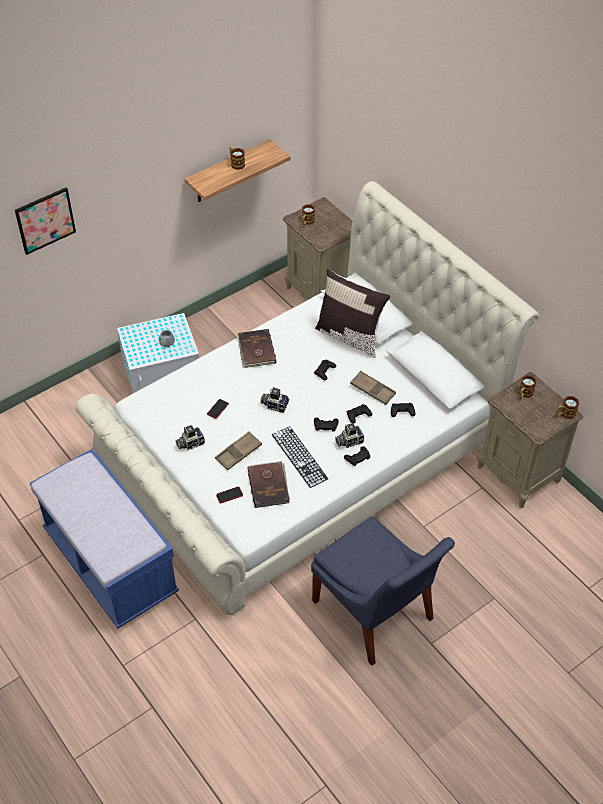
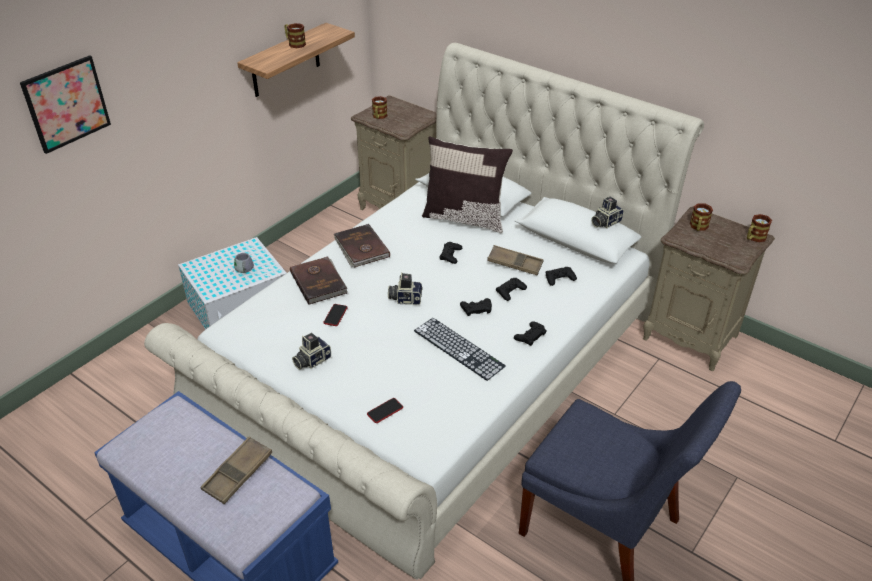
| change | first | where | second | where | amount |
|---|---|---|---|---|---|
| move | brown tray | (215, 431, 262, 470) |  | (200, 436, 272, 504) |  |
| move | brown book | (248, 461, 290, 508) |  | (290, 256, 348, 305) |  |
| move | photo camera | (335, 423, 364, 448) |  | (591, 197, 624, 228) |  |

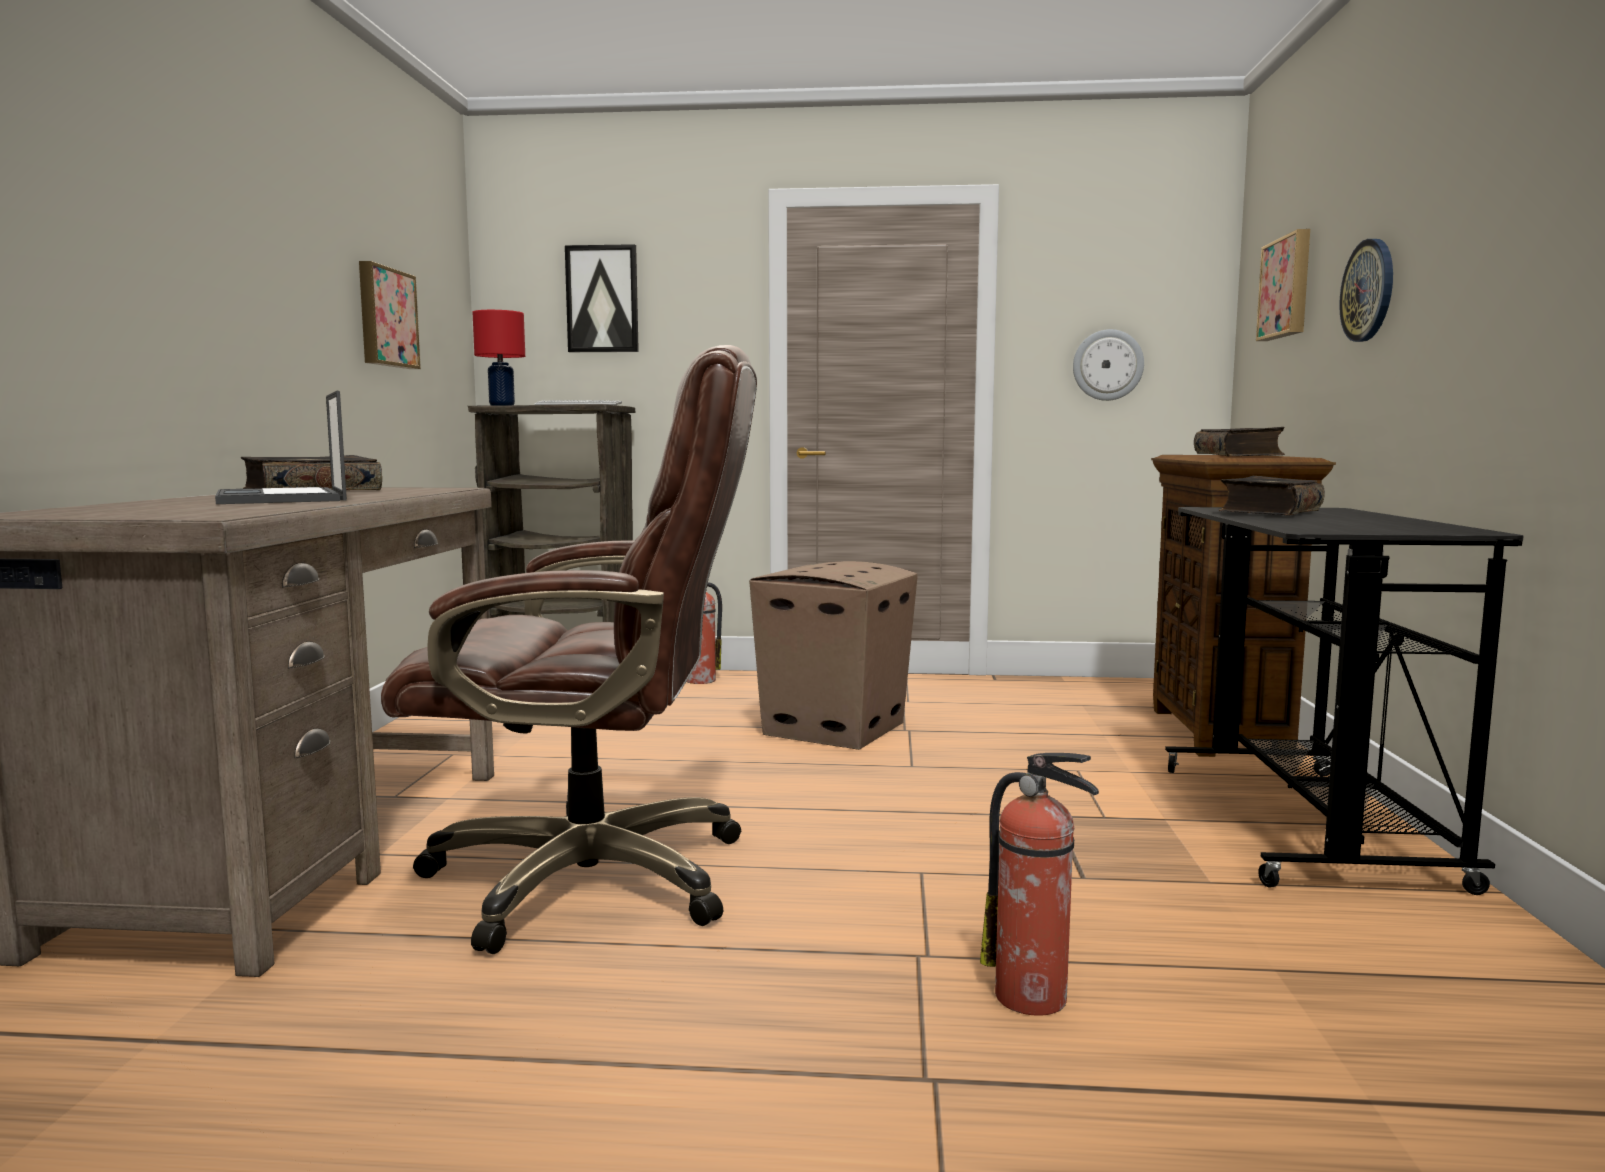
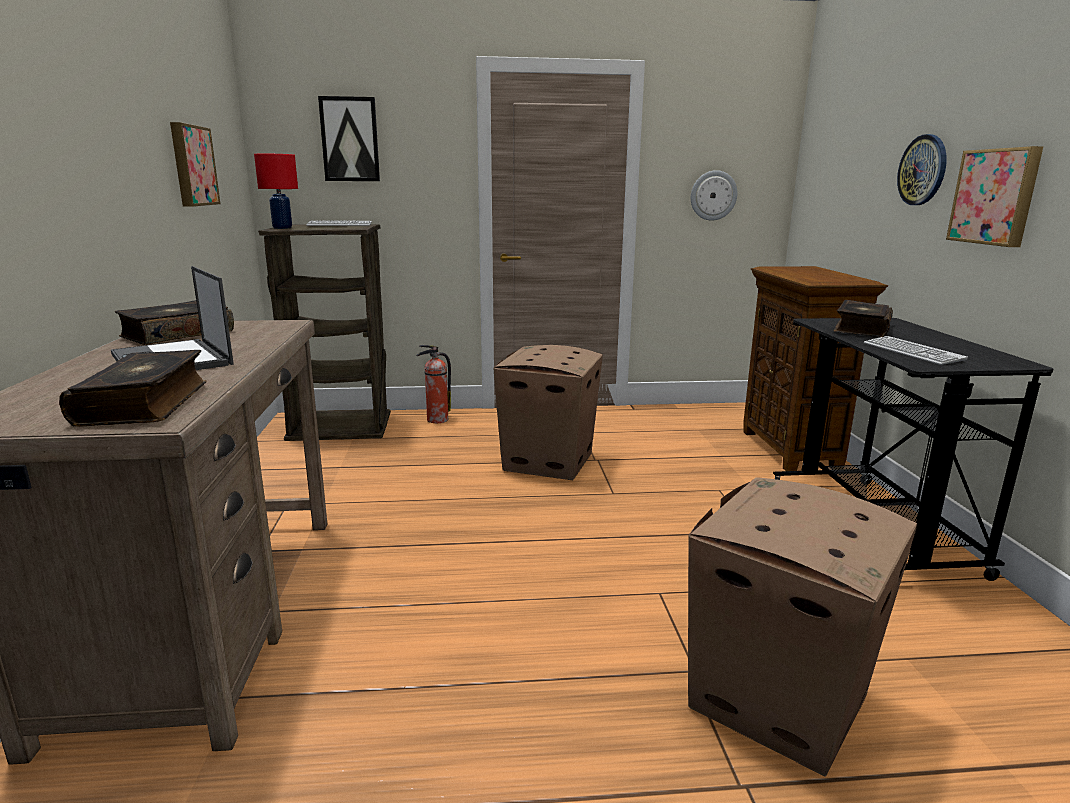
| change | first | where | second | where | amount |
|---|---|---|---|---|---|
| move | book | (1194, 427, 1285, 456) |  | (59, 350, 207, 427) |  |
| replace | fire extinguisher | (980, 753, 1099, 1016) | cardboard box | (688, 477, 917, 776) |  |
| insert |  |  | keyboard | (864, 336, 968, 365) |  |
| move | picture | (1256, 229, 1310, 341) |  | (946, 146, 1044, 247) |  |
| delete | brown office chair | (381, 345, 757, 954) |  |  |  |

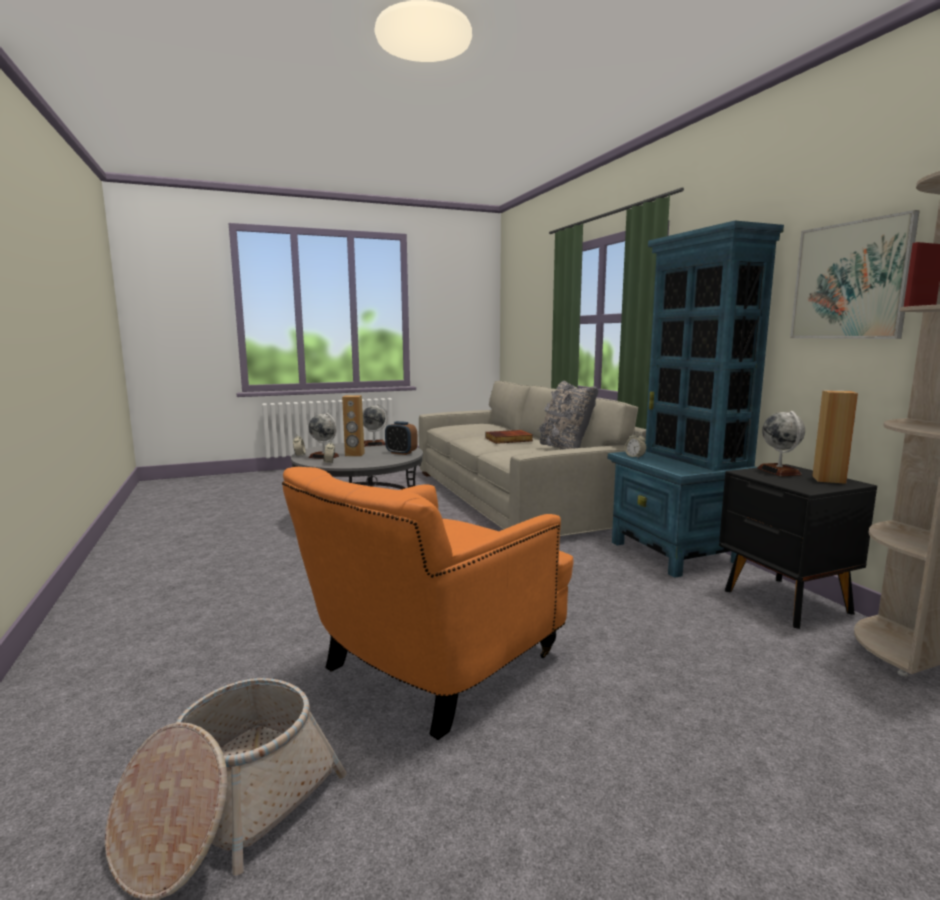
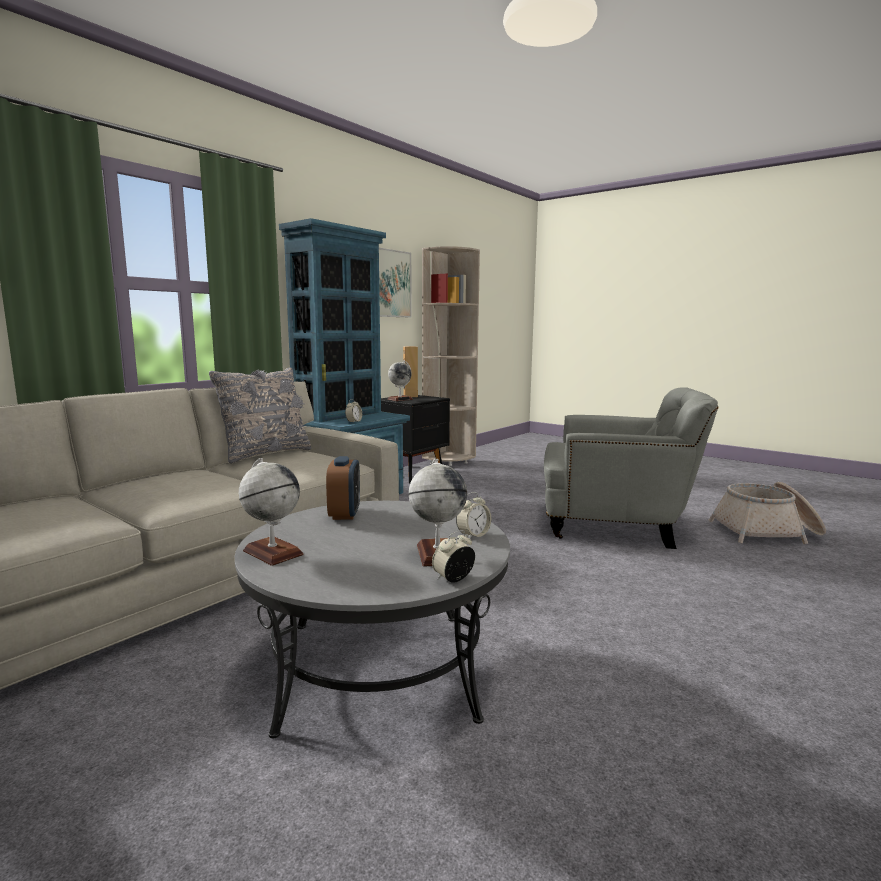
| change | first | where | second | where | amount |
|---|---|---|---|---|---|
| recolor | orange armchair | (282, 467, 574, 740) | grey armchair | (544, 387, 719, 549) |  |
| delete | brown speaker | (342, 395, 365, 456) |  |  |  |
| delete | book | (485, 430, 533, 444) |  |  |  |

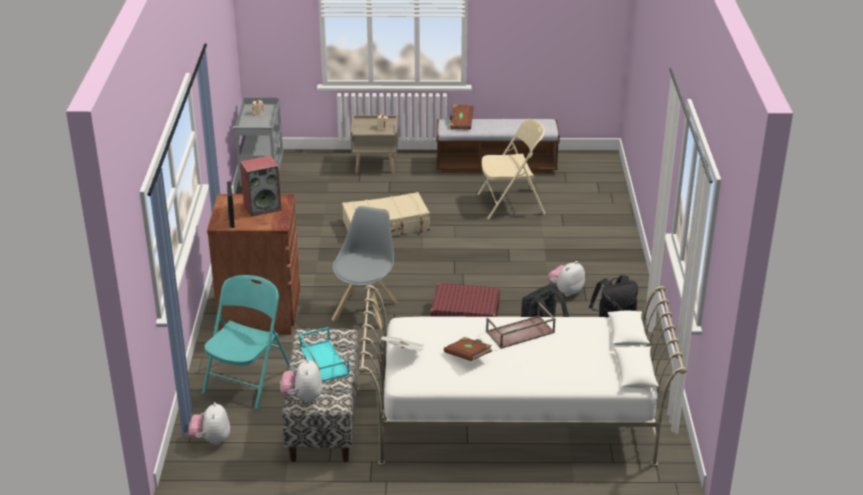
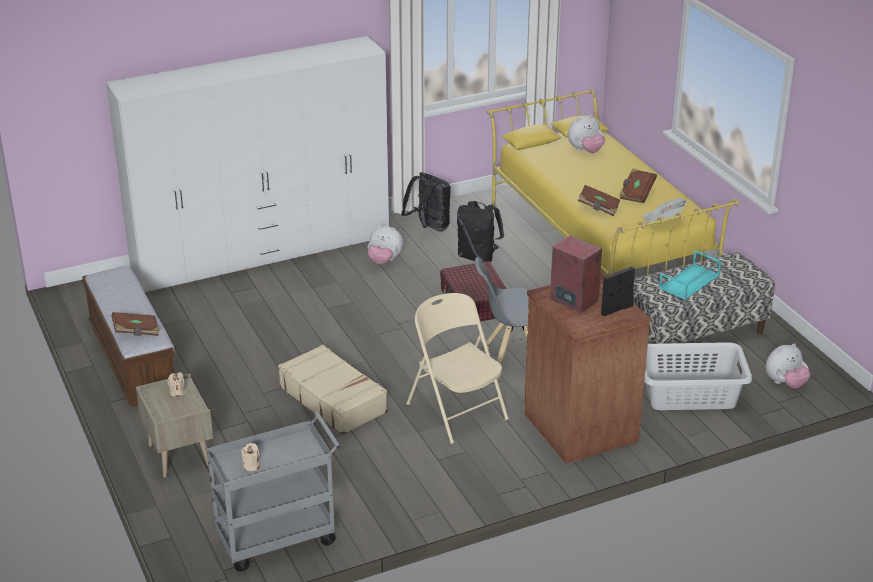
| change | first | where | second | where | amount |
|---|---|---|---|---|---|
| insert |  |  | white wardrobe | (106, 36, 389, 292) |  |
| move | beige chair | (477, 119, 545, 220) |  | (406, 293, 509, 444) |  |
| recolor | white bed | (358, 285, 687, 466) | yellow bed | (487, 89, 739, 276) |  |
| move | plush toy | (280, 358, 323, 403) |  | (568, 115, 605, 153) |  |
| insert |  |  | brown book | (578, 185, 620, 216) |  |
| replace | turquoise chair | (202, 275, 290, 410) | grey laundry basket | (644, 342, 752, 410) |  |
| delete | brown tray | (486, 303, 556, 349) |  |  |  |

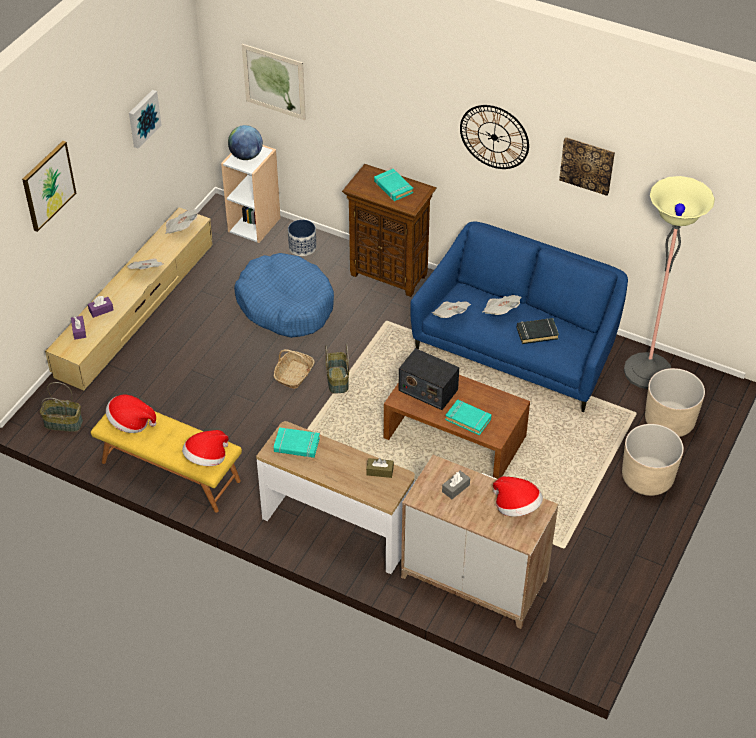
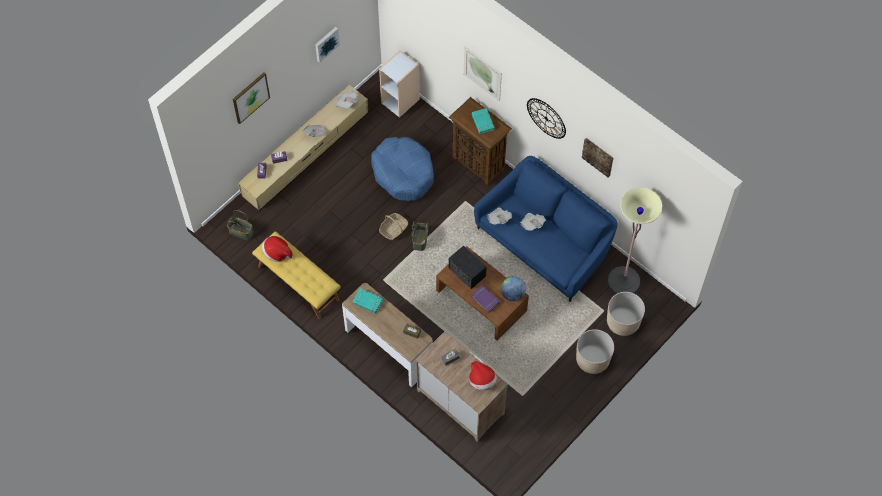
| change | first | where | second | where | amount |
|---|---|---|---|---|---|
| move | picture | (242, 44, 306, 120) |  | (464, 47, 502, 101) |  |
| recolor | turquoise book | (445, 400, 491, 435) | purple book | (471, 285, 500, 313) |  |
| move | globe | (228, 125, 263, 160) |  | (501, 276, 526, 301) |  |
| delete | hat | (182, 430, 229, 466) |  |  |  |
| delete | planter | (288, 219, 317, 256) |  |  |  |
| delete | black book | (517, 318, 559, 344) |  |  |  |

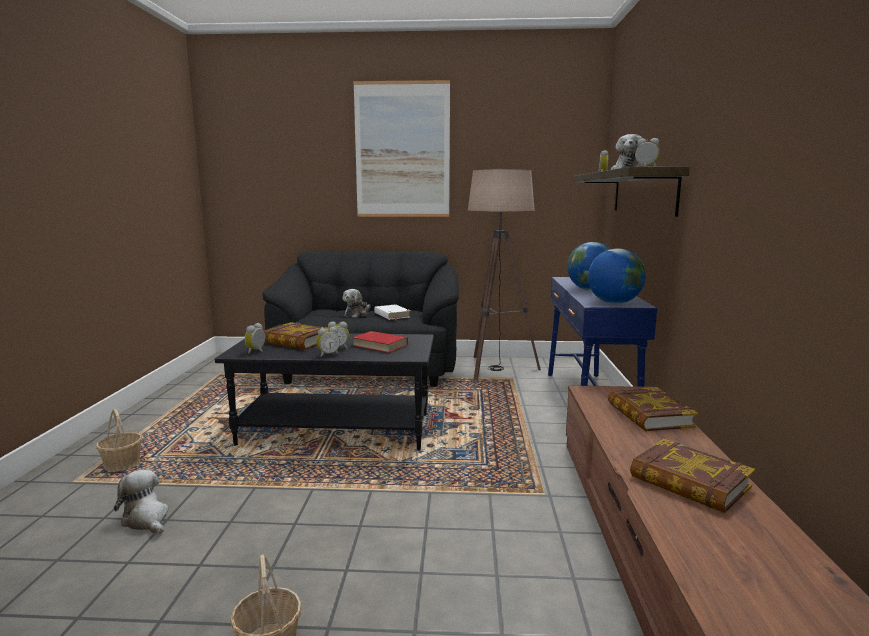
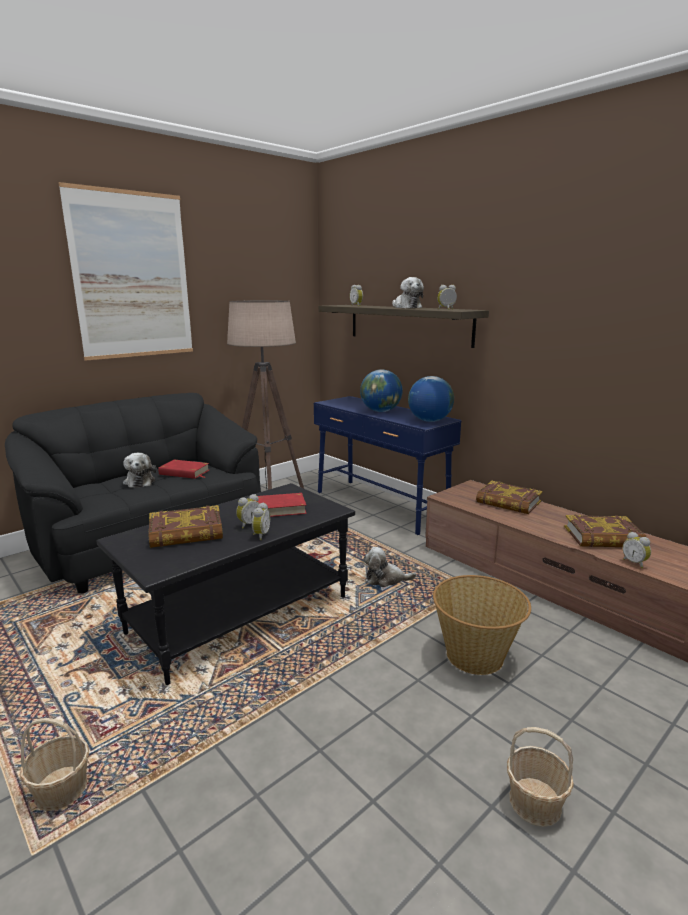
| change | first | where | second | where | amount |
|---|---|---|---|---|---|
| recolor | white book | (374, 304, 410, 320) | red book | (158, 460, 209, 479) |  |
| move | plush toy | (114, 469, 169, 535) |  | (364, 547, 417, 587) |  |
| insert |  |  | basket | (433, 575, 531, 675) |  |
| move | alarm clock | (245, 323, 265, 353) |  | (623, 532, 651, 568) |  |

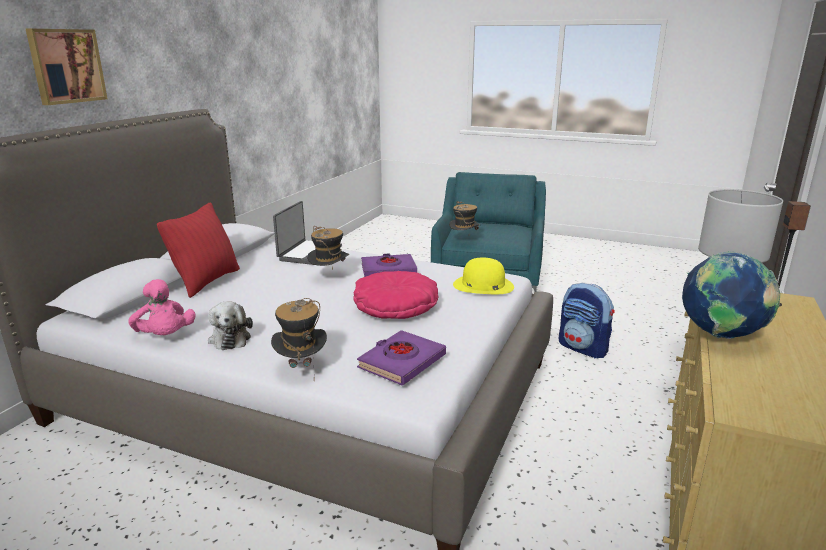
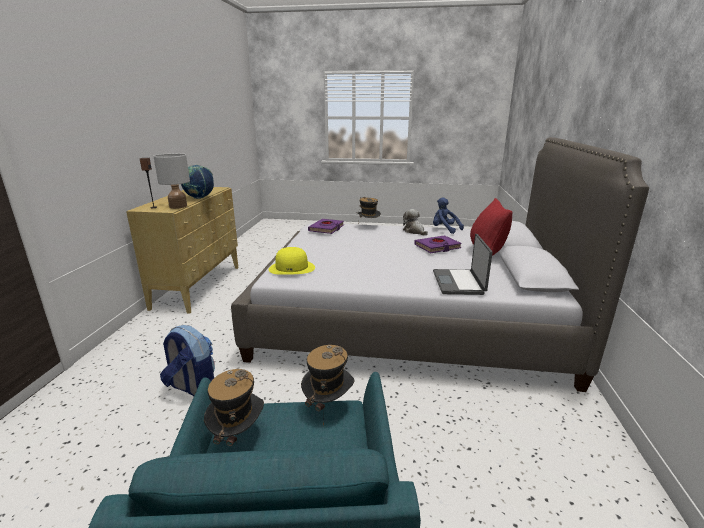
| change | first | where | second | where | amount |
|---|---|---|---|---|---|
| move | hat | (307, 226, 349, 270) |  | (204, 369, 264, 452) |  |
| move | purple book | (361, 254, 417, 277) |  | (414, 235, 462, 253) |  |
| recolor | pink plush toy | (128, 279, 196, 335) | blue plush toy | (433, 197, 464, 234) |  |
| delete | picture | (26, 29, 108, 105) |  |  |  |
| delete | pink pillow | (353, 271, 439, 319) |  |  |  |

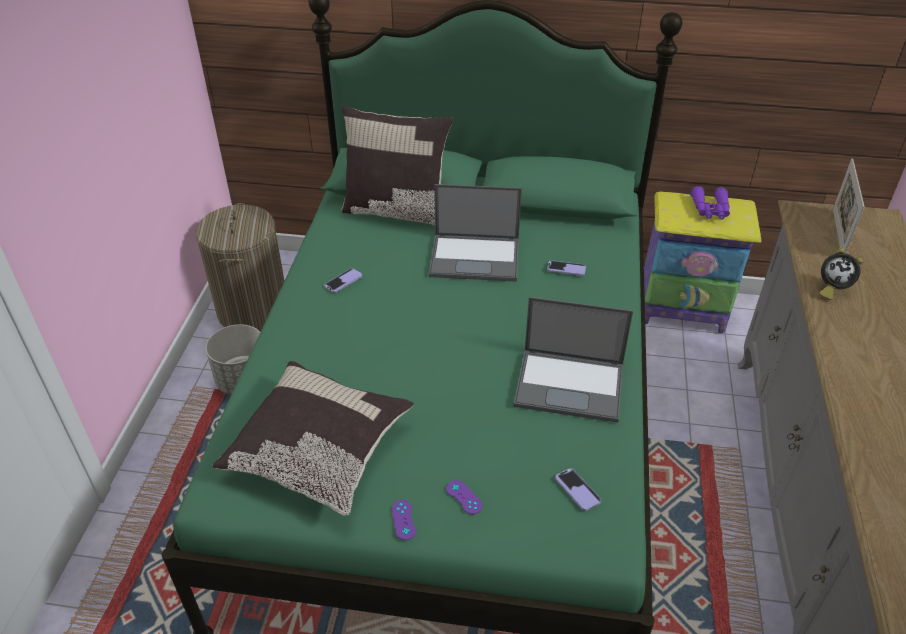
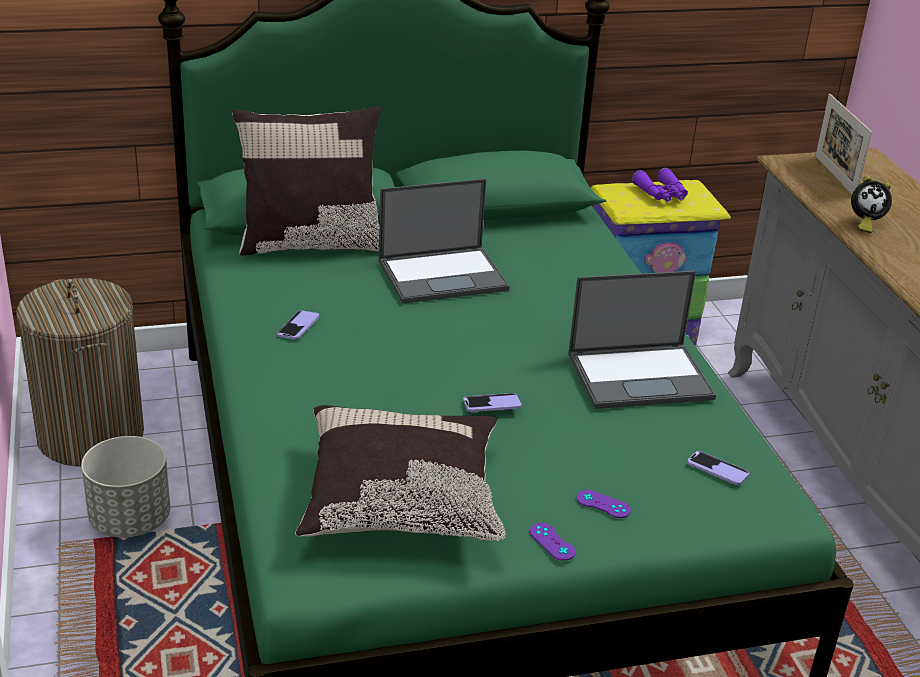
| change | first | where | second | where | amount |
|---|---|---|---|---|---|
| move | phone | (547, 260, 586, 276) |  | (463, 393, 522, 412) |  |

